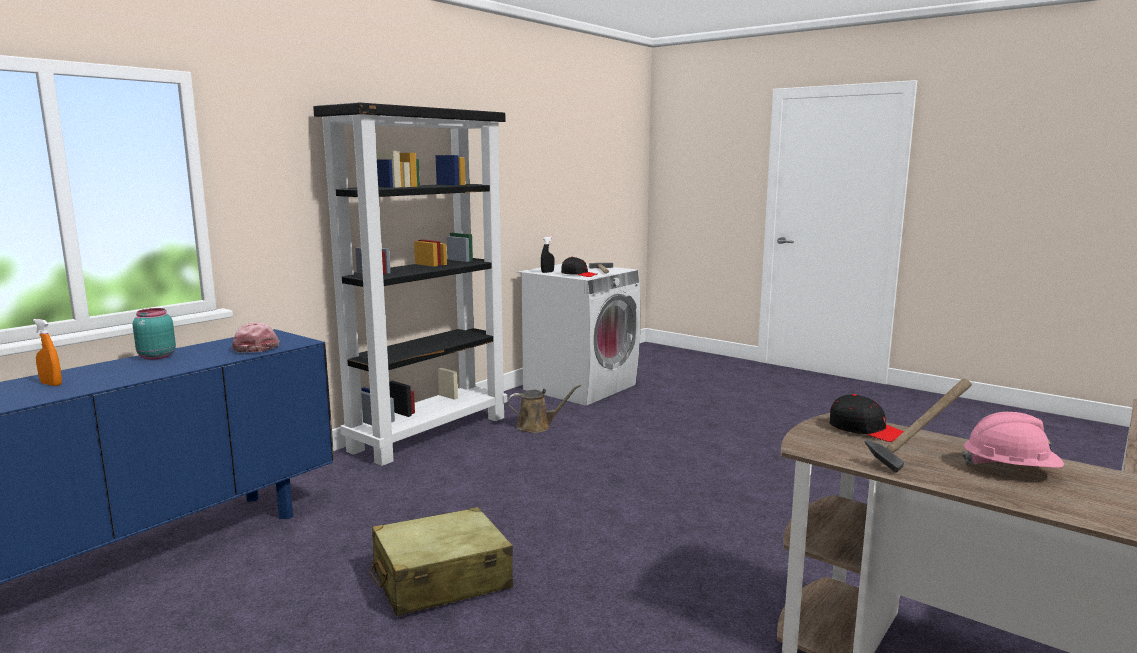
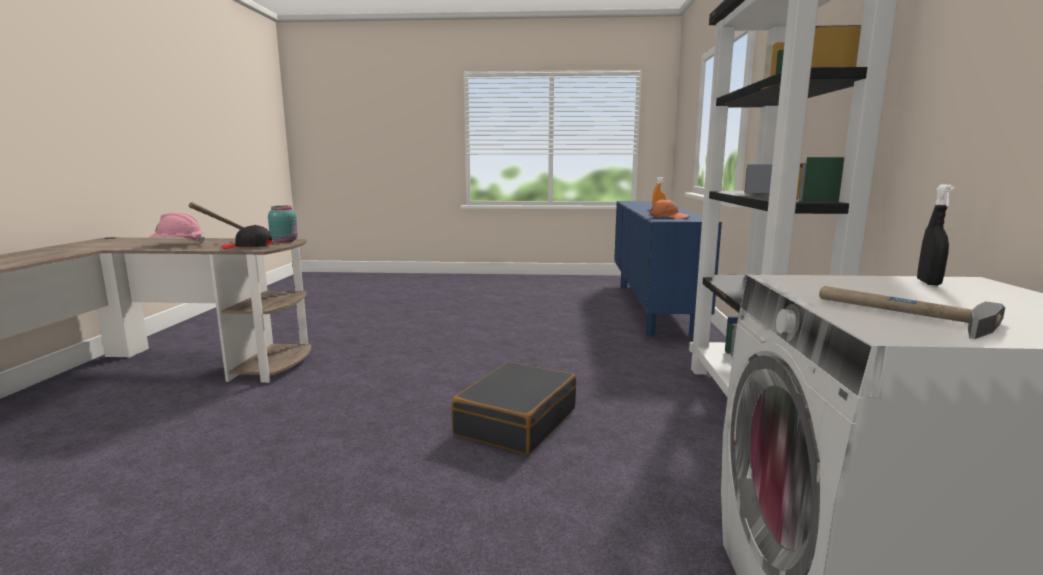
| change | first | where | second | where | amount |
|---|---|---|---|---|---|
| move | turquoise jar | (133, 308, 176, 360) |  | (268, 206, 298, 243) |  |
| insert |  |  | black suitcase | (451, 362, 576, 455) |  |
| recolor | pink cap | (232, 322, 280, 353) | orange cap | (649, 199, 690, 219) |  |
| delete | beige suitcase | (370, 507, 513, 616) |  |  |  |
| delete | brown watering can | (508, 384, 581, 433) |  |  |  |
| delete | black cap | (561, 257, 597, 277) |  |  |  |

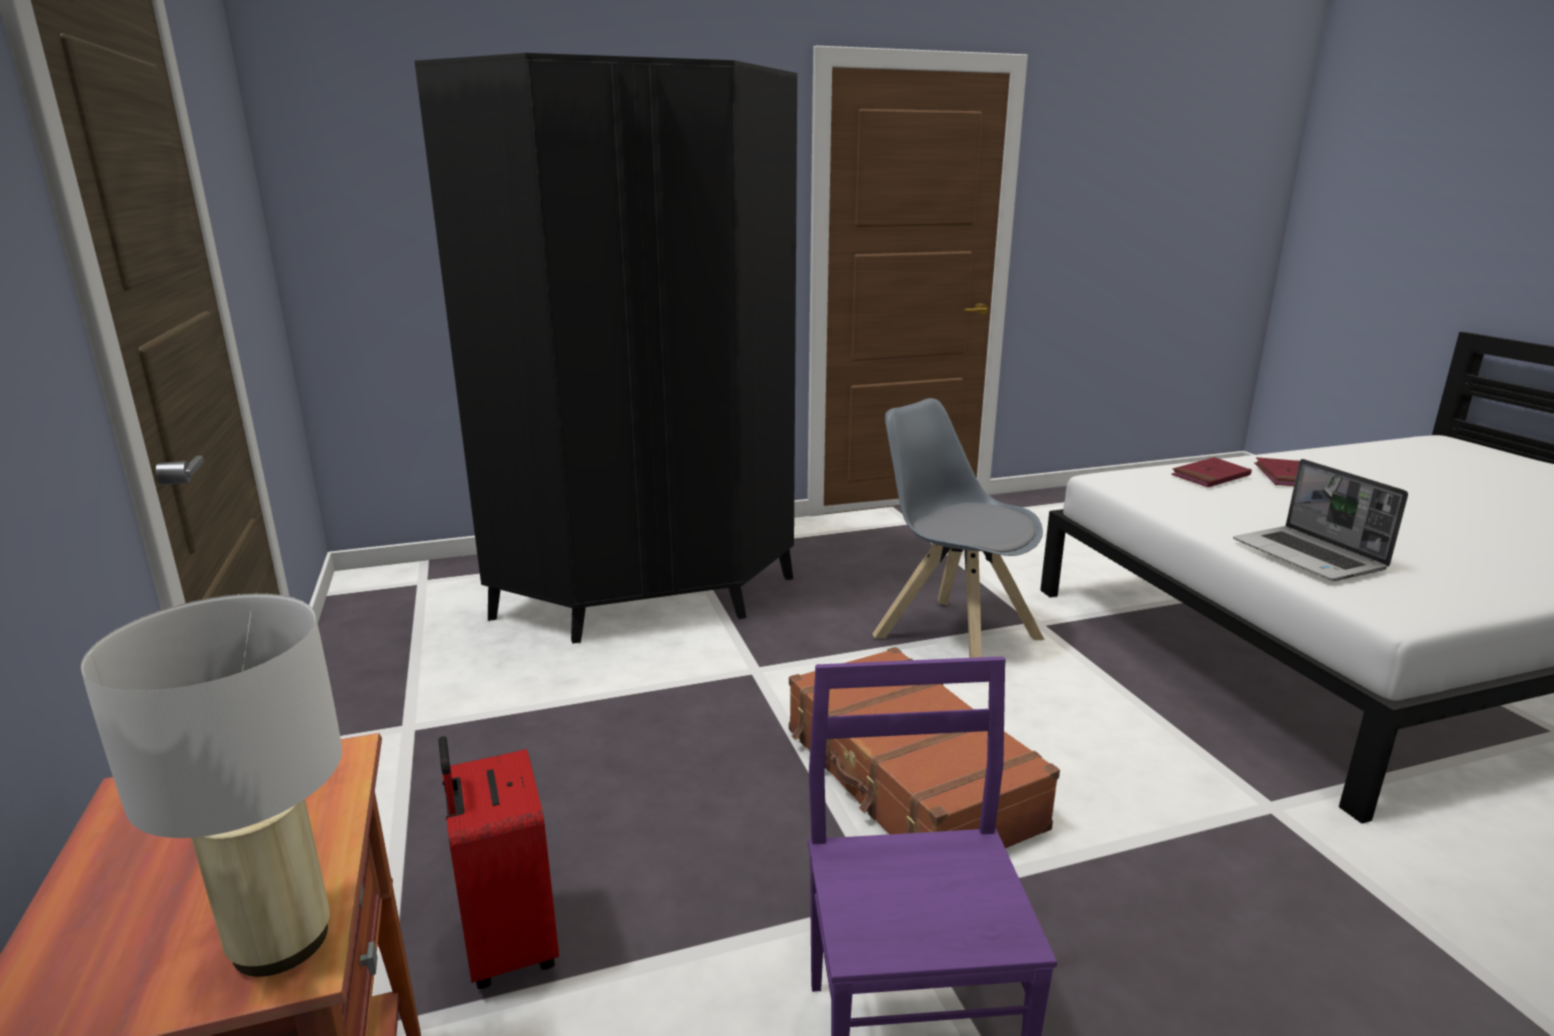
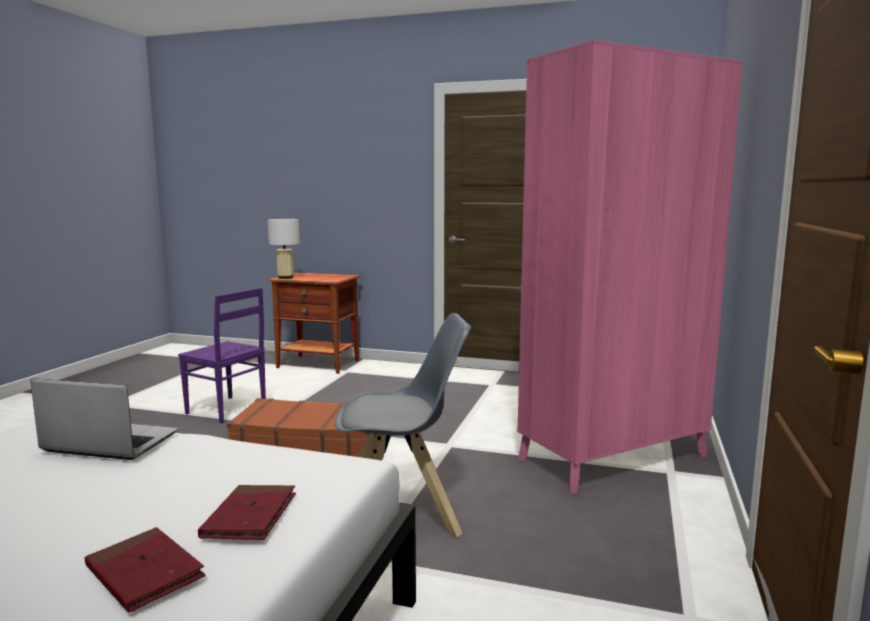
| change | first | where | second | where | amount |
|---|---|---|---|---|---|
| recolor | black wardrobe | (414, 53, 797, 644) | pink wardrobe | (517, 40, 743, 494) |  |
| delete | red suitcase | (438, 736, 559, 989) |  |  |  |

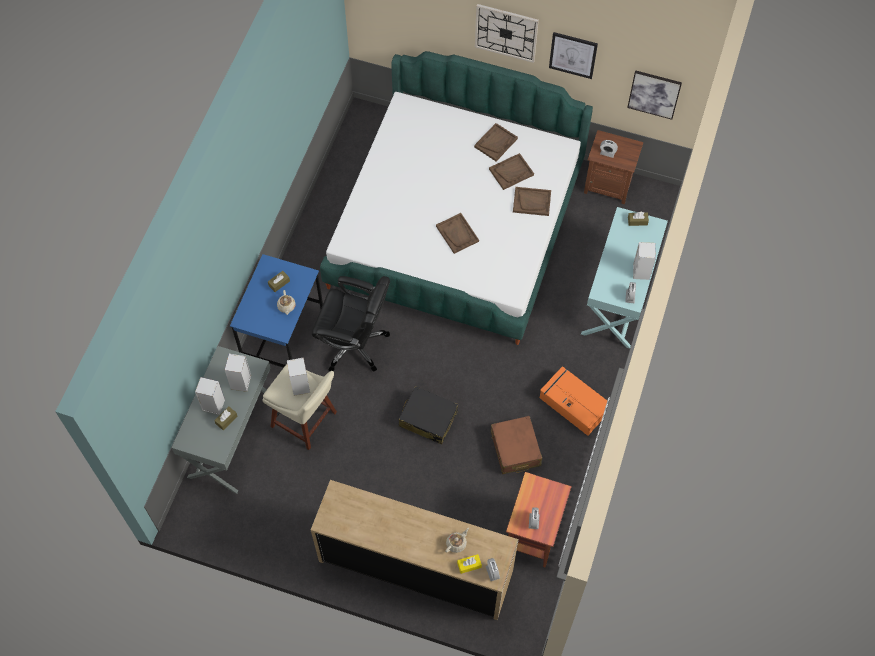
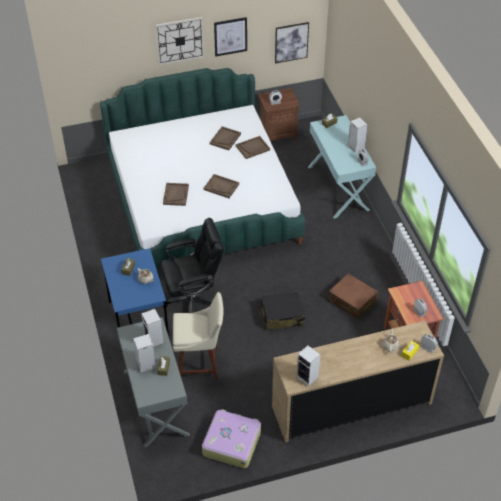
| change | first | where | second | where | amount |
|---|---|---|---|---|---|
| move | brown tray | (474, 123, 518, 161) |  | (163, 183, 189, 206) |  |
| insert |  |  | suitcase | (202, 409, 261, 468) |  |
| move | speaker | (287, 358, 310, 396) |  | (296, 345, 320, 387) |  |
| delete | orange storage box | (540, 366, 607, 436) |  |  |  |

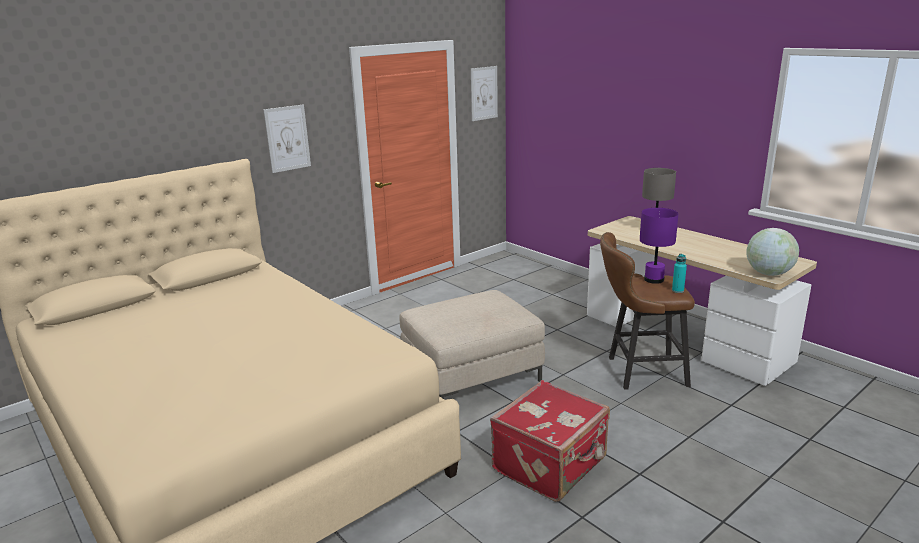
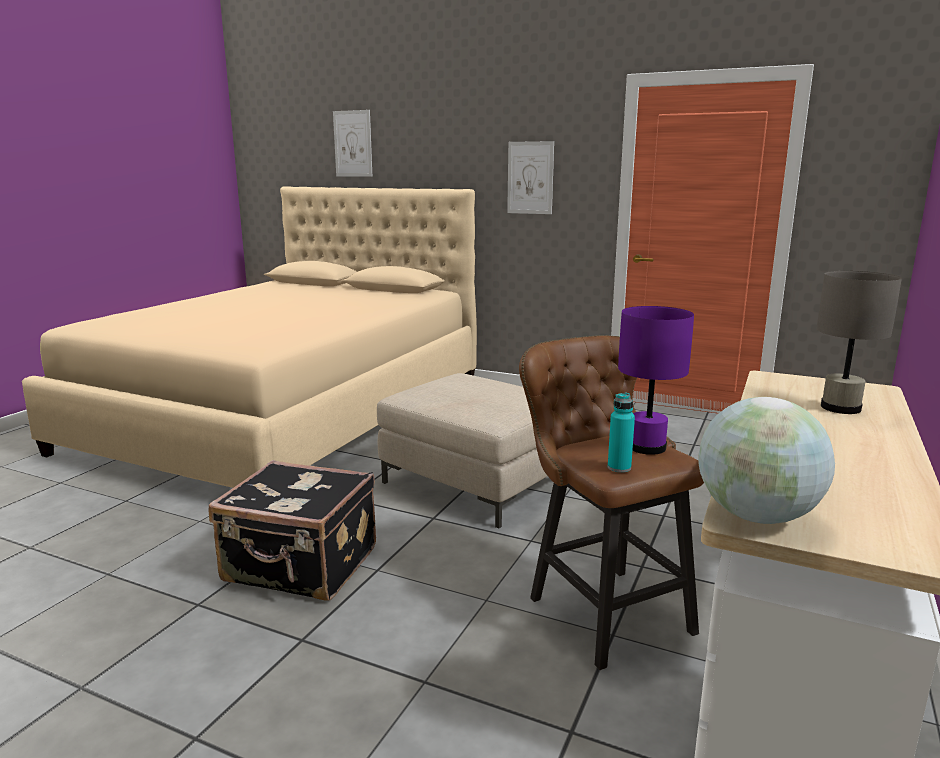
| change | first | where | second | where | amount |
|---|---|---|---|---|---|
| recolor | red suitcase | (490, 380, 610, 502) | black suitcase | (209, 460, 376, 601) |  |
| move | picture | (471, 66, 498, 121) |  | (333, 110, 372, 177) |  |

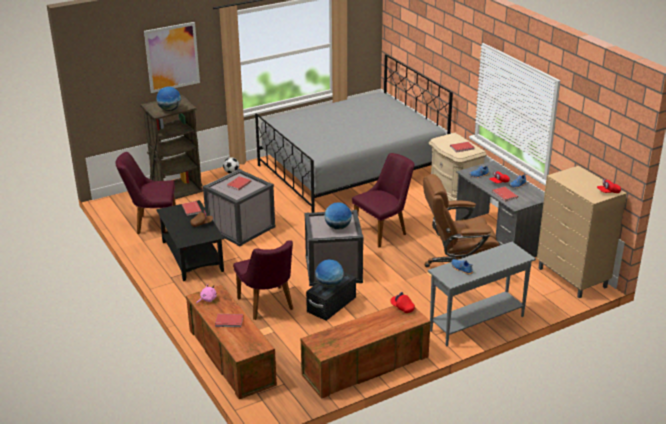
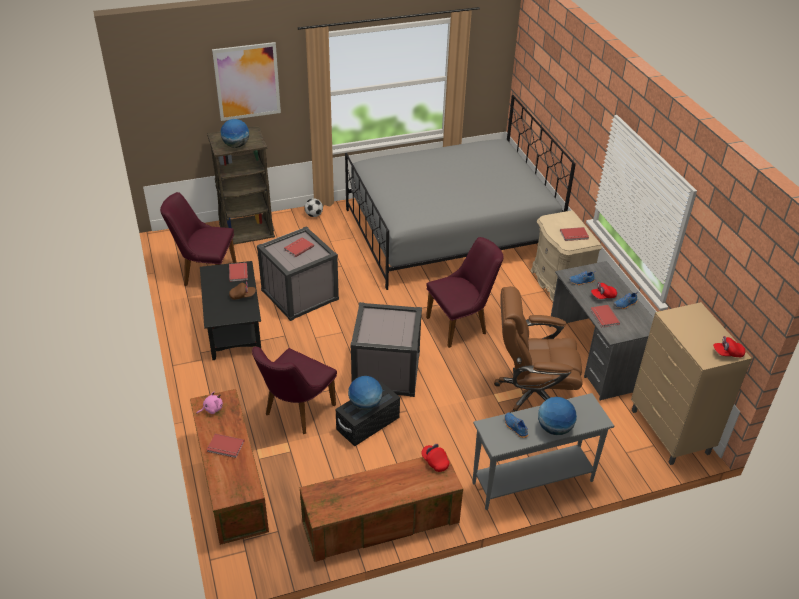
| change | first | where | second | where | amount |
|---|---|---|---|---|---|
| rotate | purple chair | (233, 240, 293, 320) |  | (252, 347, 337, 434) | 45 degrees clockwise |
| move | globe | (324, 202, 352, 230) |  | (538, 397, 577, 435) |  |

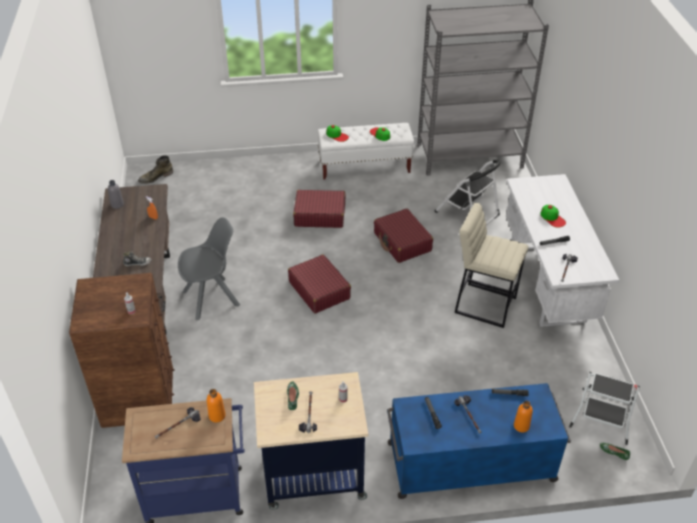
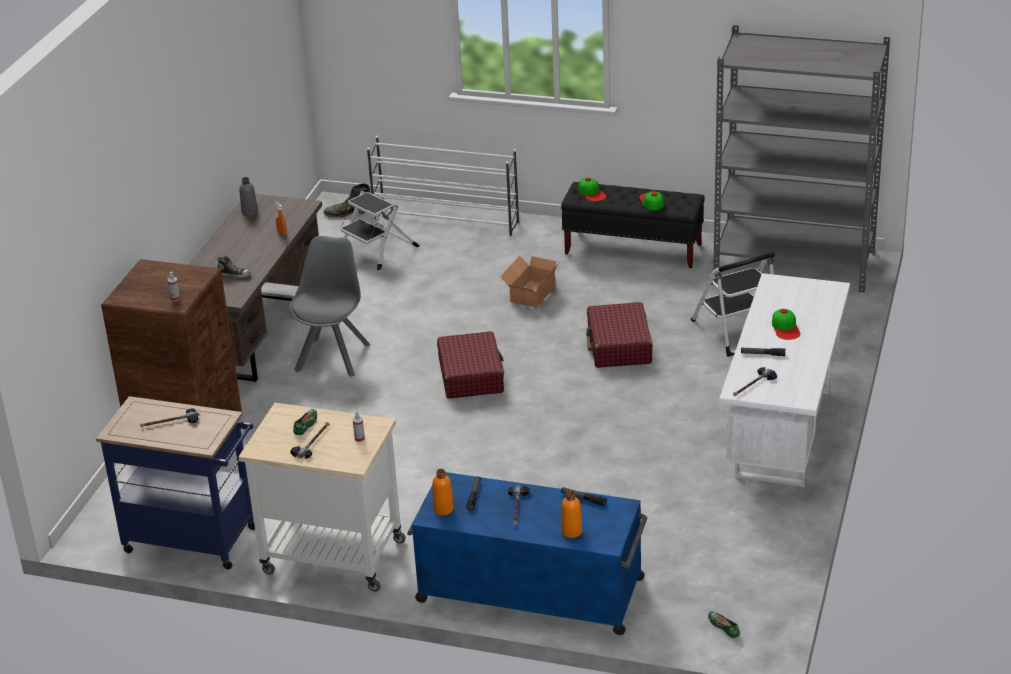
| change | first | where | second | where | amount |
|---|---|---|---|---|---|
| recolor | blue cart | (254, 372, 368, 510) | white cart | (238, 403, 406, 592) |  |
| rotate | grey chair | (178, 217, 240, 320) |  | (289, 236, 370, 377) | 75 degrees counterclockwise |
| move | step ladder | (569, 372, 640, 445) |  | (341, 189, 420, 270) |  |
| insert |  |  | white shoe rack | (367, 136, 519, 237) |  |
| move | orange bottle | (207, 389, 226, 422) |  | (432, 469, 454, 515) |  |
| replace | red suitcase | (293, 190, 345, 228) | cardboard box | (500, 256, 559, 308) |  |
| recolor | white bench | (318, 123, 414, 180) | black bench | (561, 182, 705, 268) |  |
| delete | beige stool | (455, 203, 528, 328) |  |  |  |

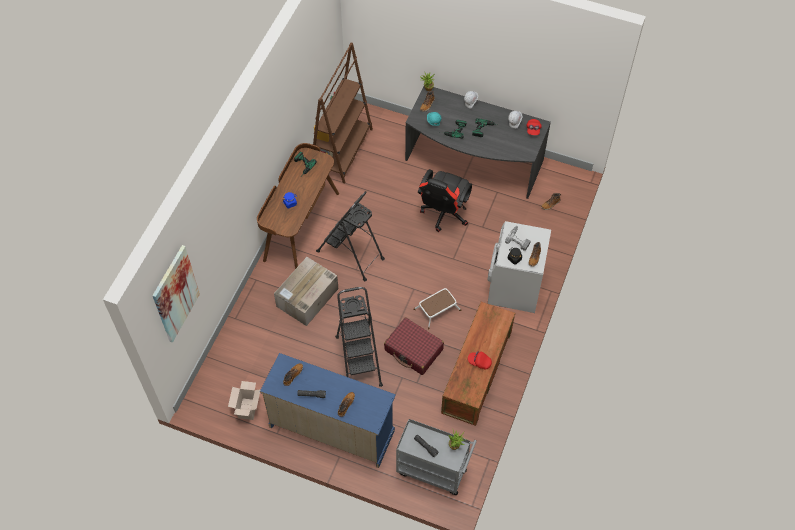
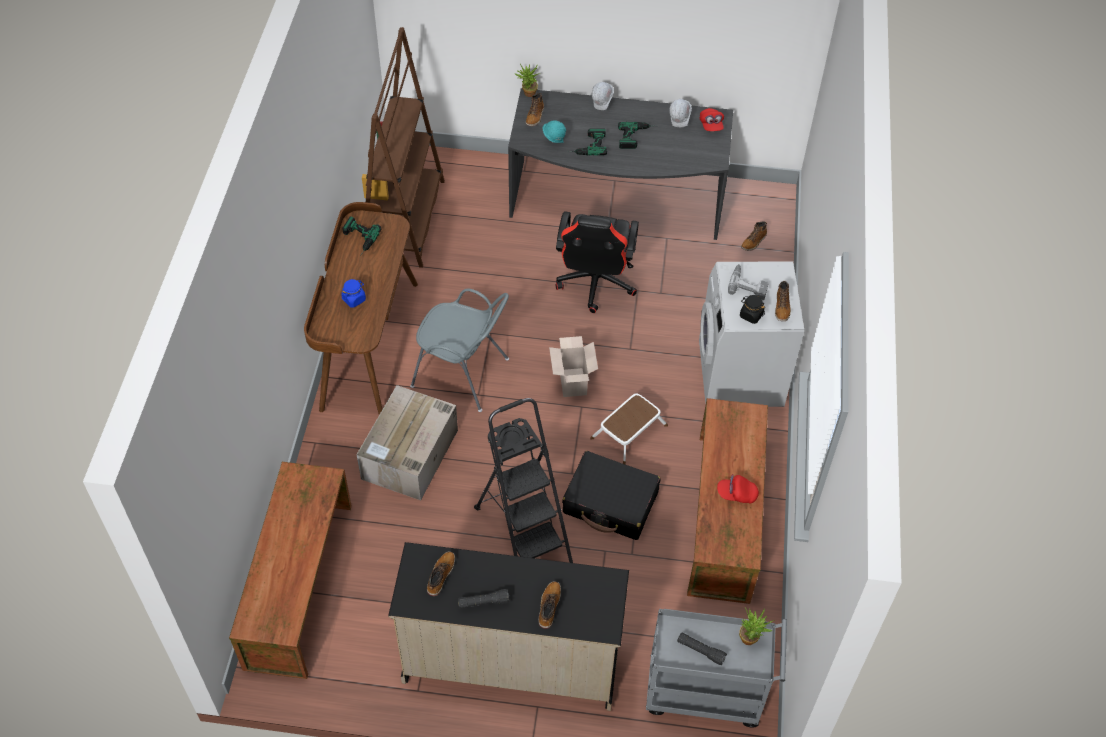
| change | first | where | second | where | amount |
|---|---|---|---|---|---|
| insert |  |  | brown bench | (229, 462, 352, 679) |  |
| recolor | blue cabinet | (260, 353, 396, 468) | black cabinet | (388, 542, 629, 711) |  |
| replace | step ladder | (316, 191, 385, 282) | grey chair | (410, 289, 509, 412) |  |
| move | cardboard box | (228, 381, 261, 420) |  | (549, 336, 598, 397) |  |
| recolor | red suitcase | (384, 317, 444, 375) | black suitcase | (562, 451, 660, 540) |  |
| delete | picture | (152, 245, 200, 342) |  |  |  |

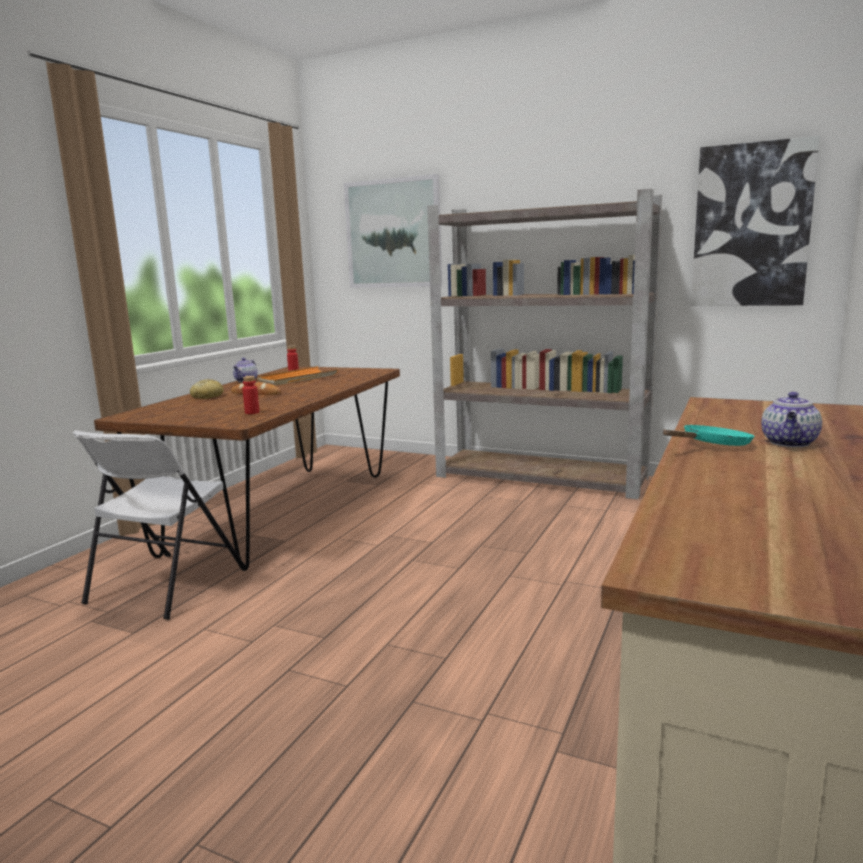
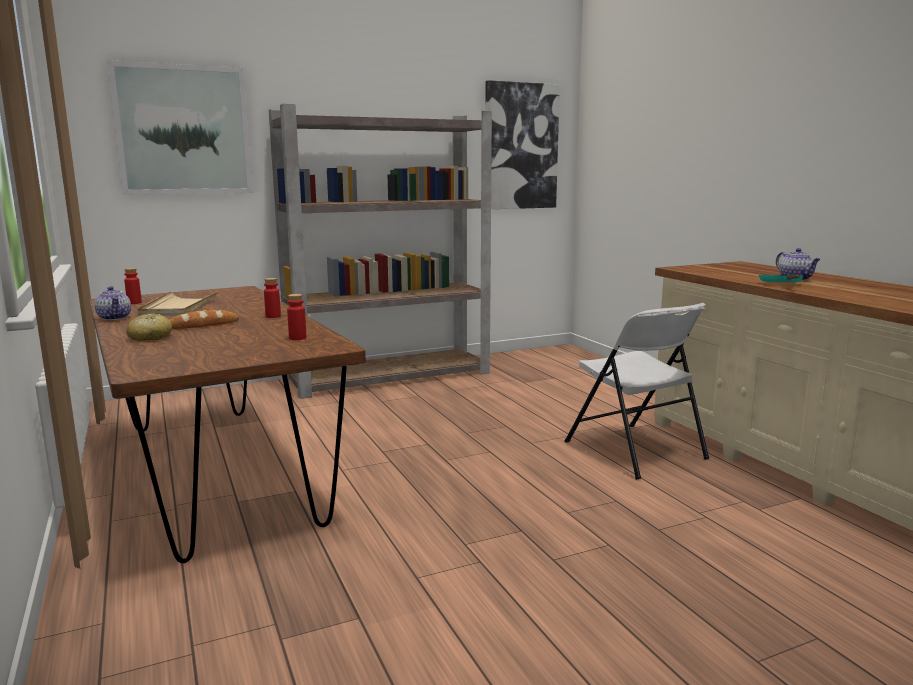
| change | first | where | second | where | amount |
|---|---|---|---|---|---|
| recolor | orange tray | (258, 366, 338, 385) | beige tray | (137, 291, 218, 316) |  |
| insert |  |  | red bottle | (264, 278, 281, 318) |  |
| move | white chair | (72, 430, 245, 620) |  | (565, 303, 709, 480) |  |

